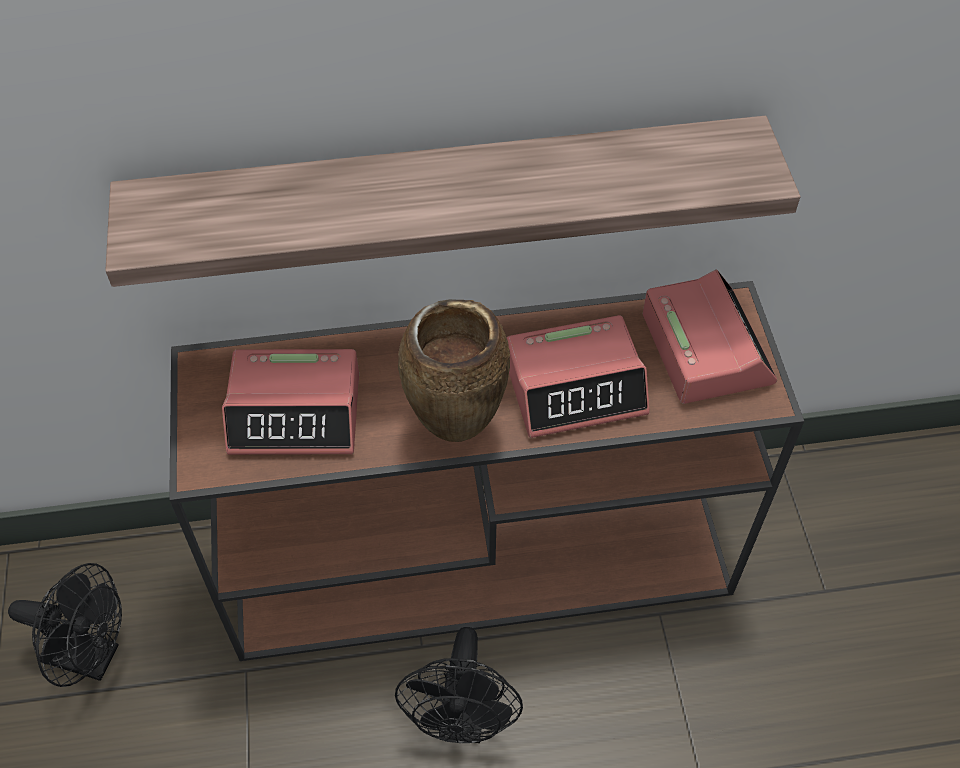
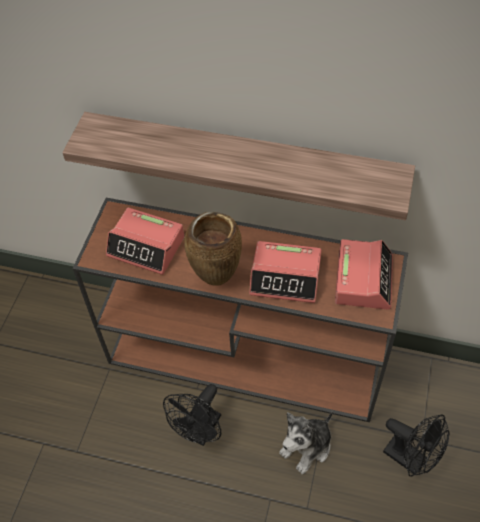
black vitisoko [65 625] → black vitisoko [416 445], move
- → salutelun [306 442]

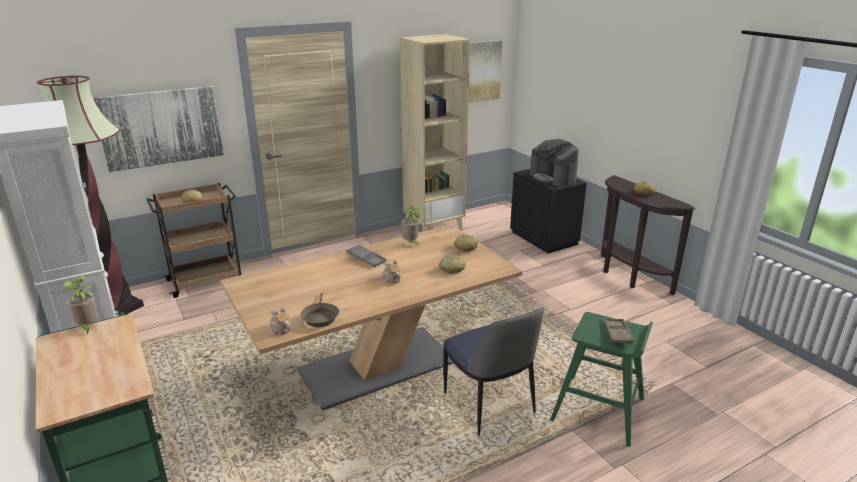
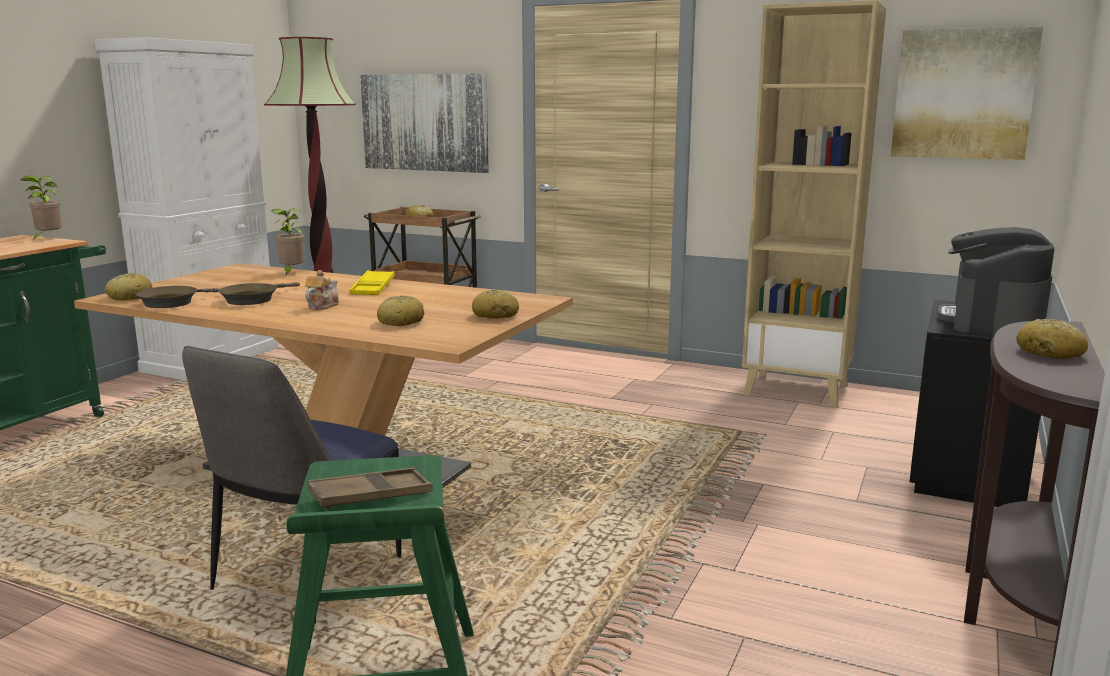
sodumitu [280 321] → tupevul [129 287]
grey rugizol [366 256] → yellow rugizol [372 282]
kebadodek [410 225] → kebadodek [287 241], move
- → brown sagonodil [259 293]

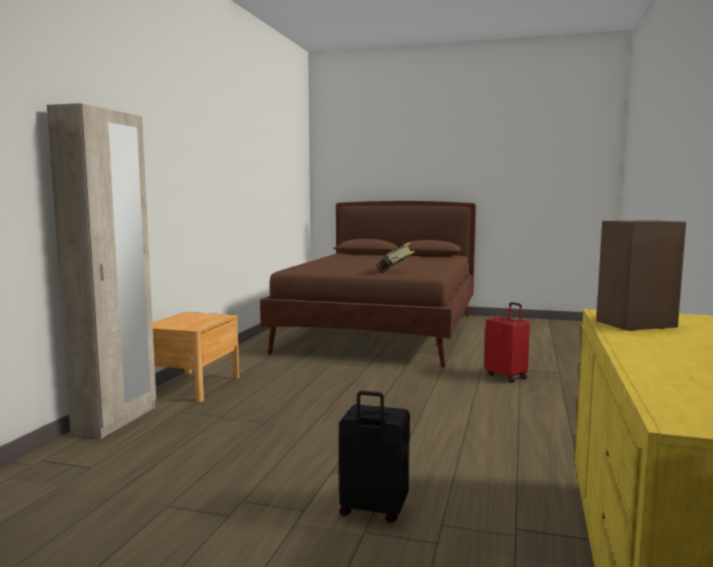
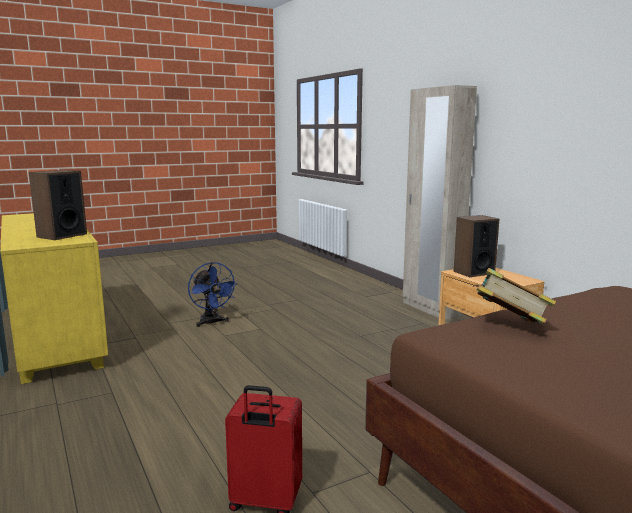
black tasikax [374 457] → blue vitisoko [213 294]
- → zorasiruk [476 246]

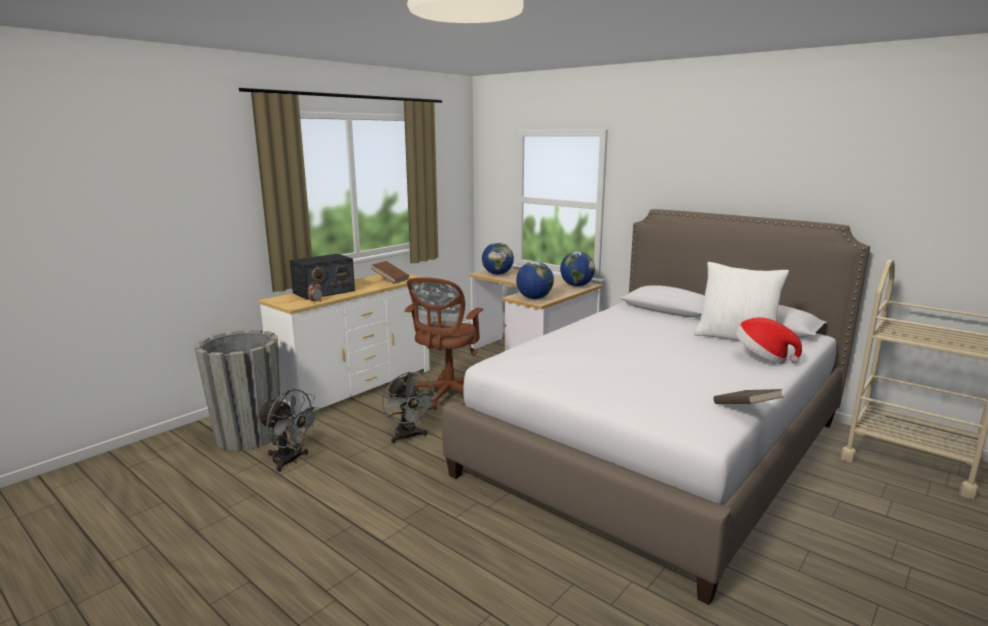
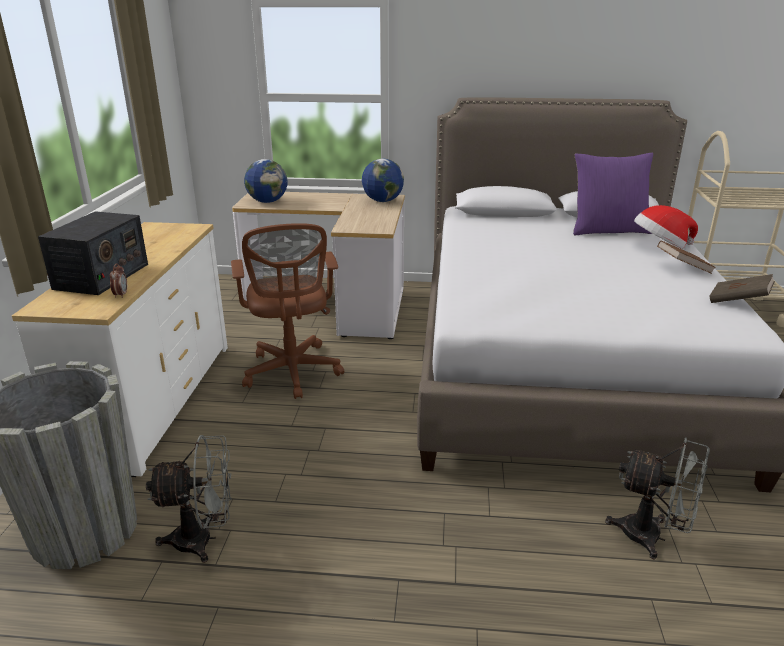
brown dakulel [390 272] → brown dakulel [686 257], move
grey vitisoko [410 407] → grey vitisoko [657 498], move
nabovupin [535 280] → -
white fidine [741 301] → purple fidine [613 194]

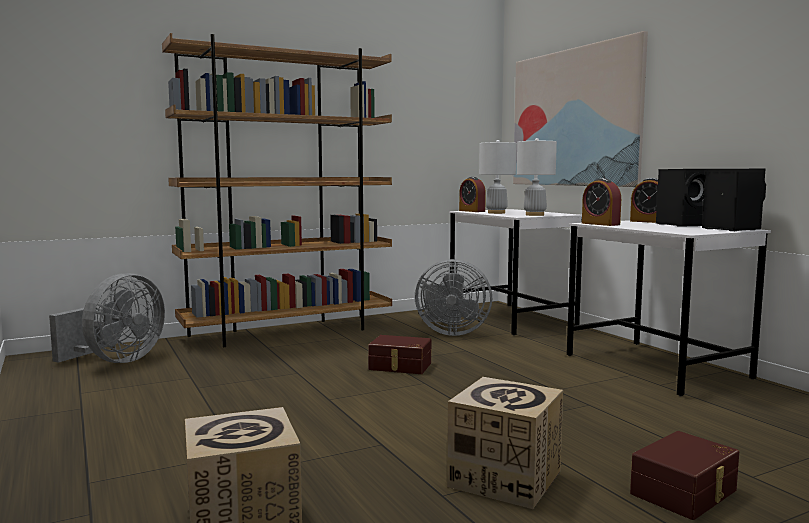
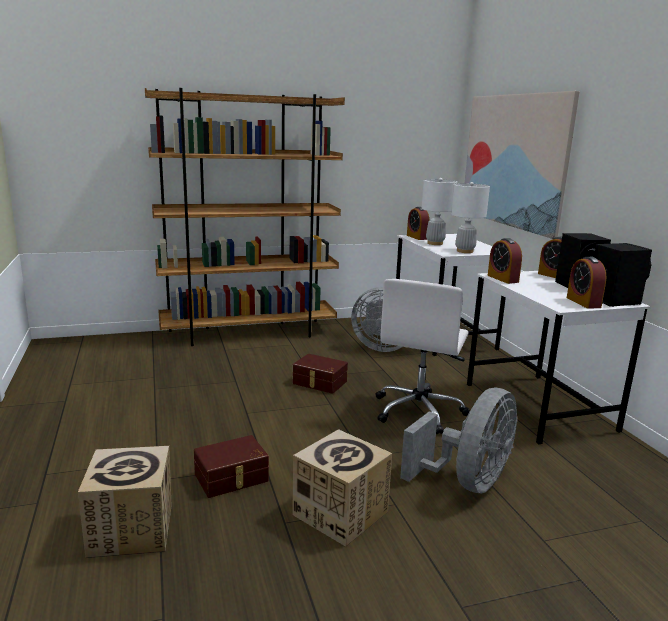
grey vitisoko [107 318] → grey vitisoko [458 440], move
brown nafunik [684 475] → brown nafunik [231 466], move
- → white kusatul [423 356]
- → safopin [586 283]

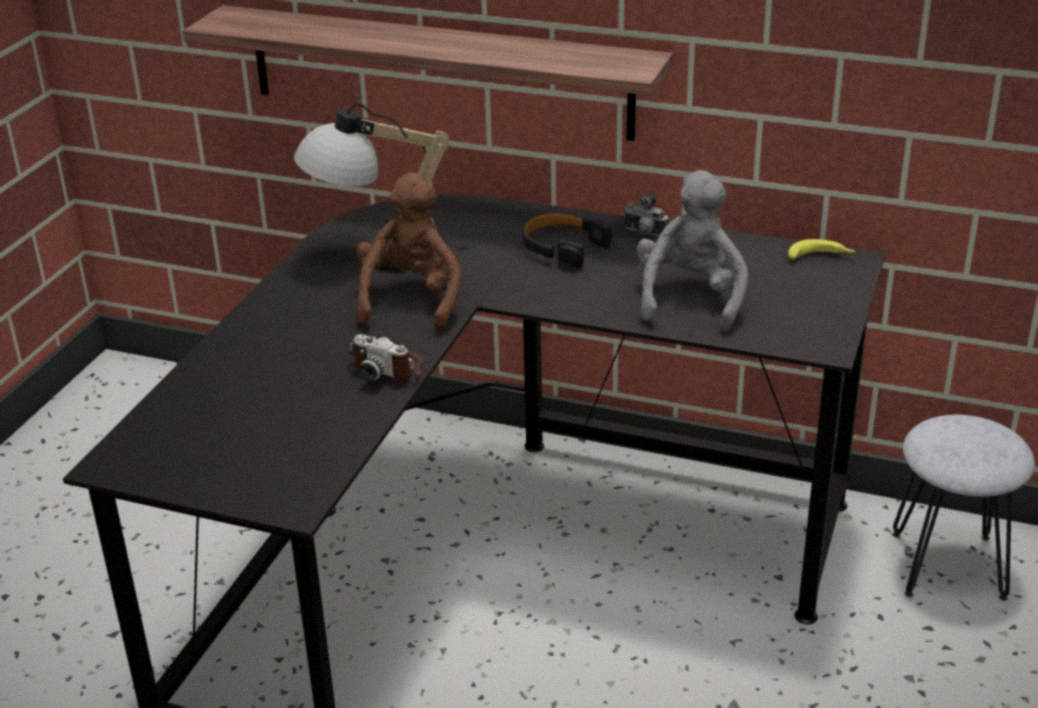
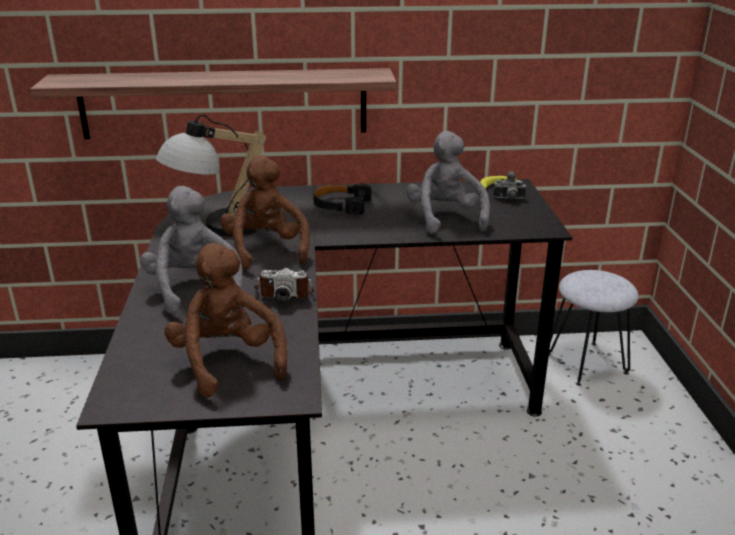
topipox [646 215] → topipox [509 185], move
- → grey salutelun [191 250]
- → brown salutelun [226 320]

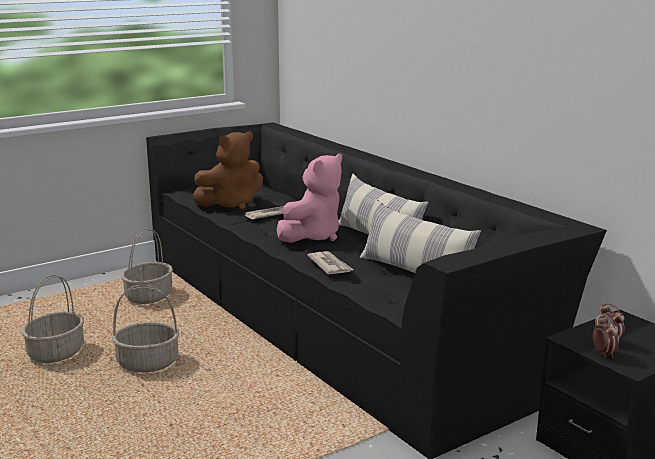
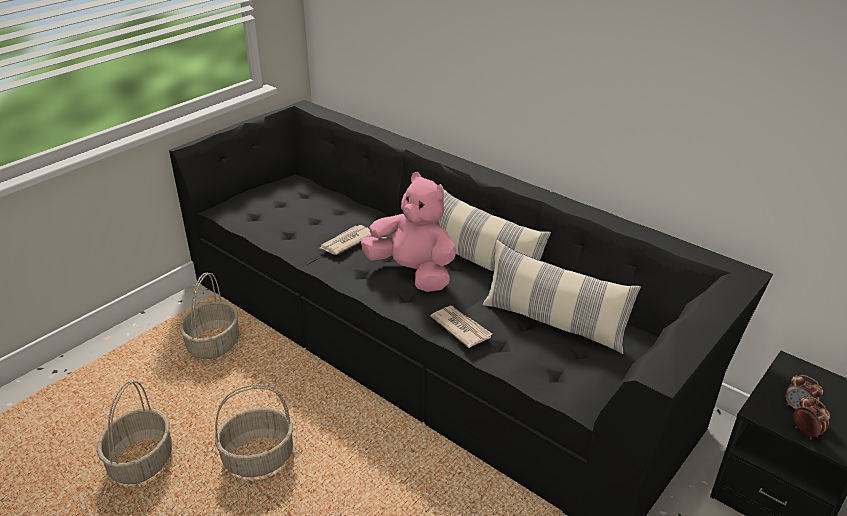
brown salutelun [228 171] → -
pink salutelun [309 198] → pink salutelun [408 232], 75 degrees counterclockwise

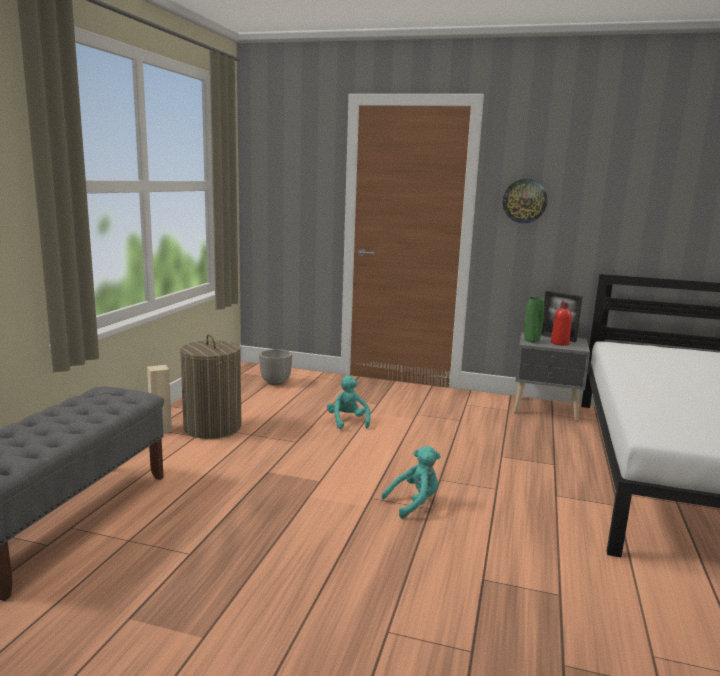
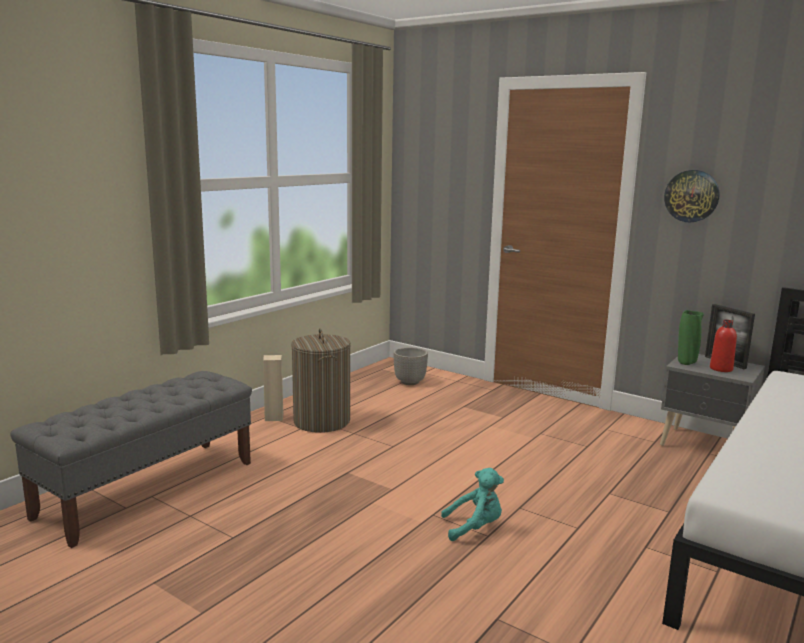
turquoise salutelun [349 402] → -

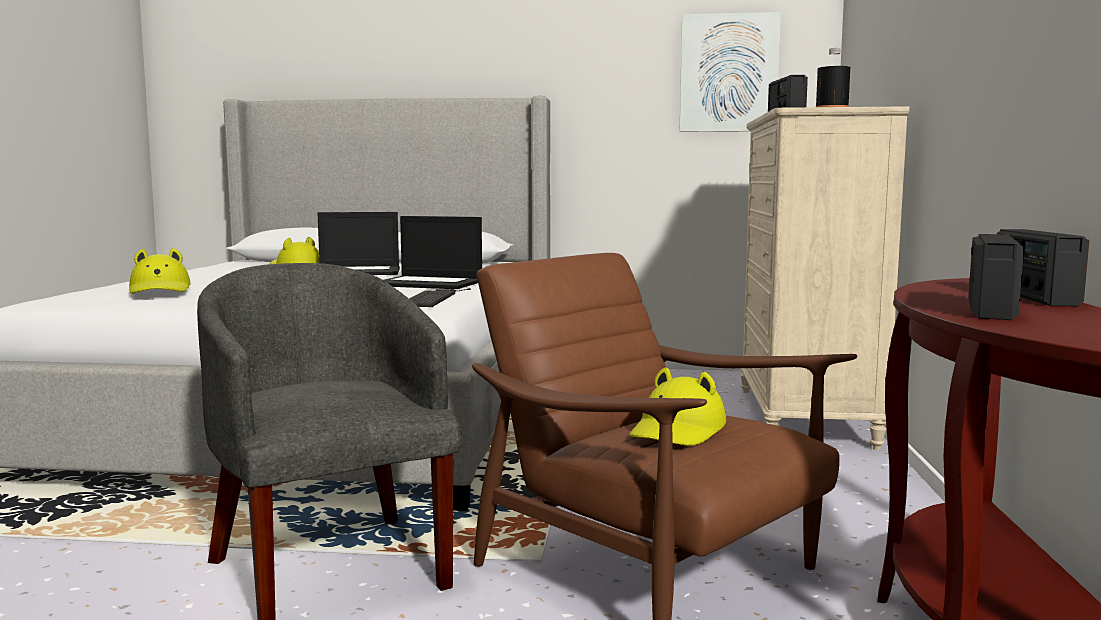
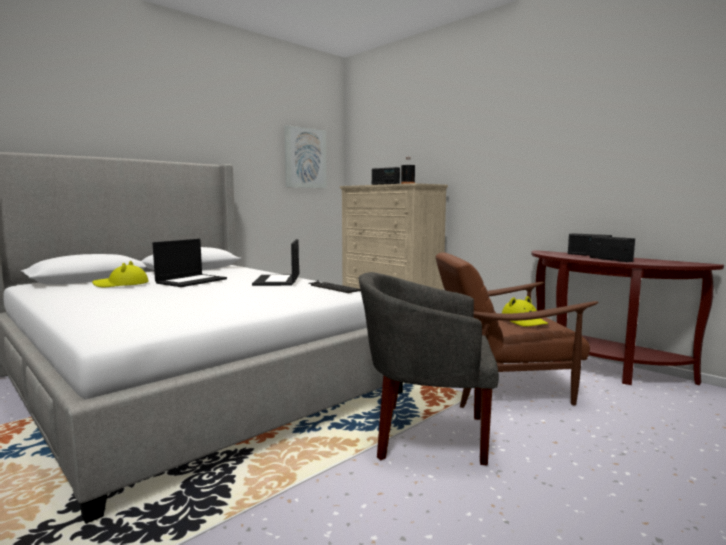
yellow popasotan [160 271] → -
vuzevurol [433 252] → vuzevurol [275 262], 120 degrees clockwise

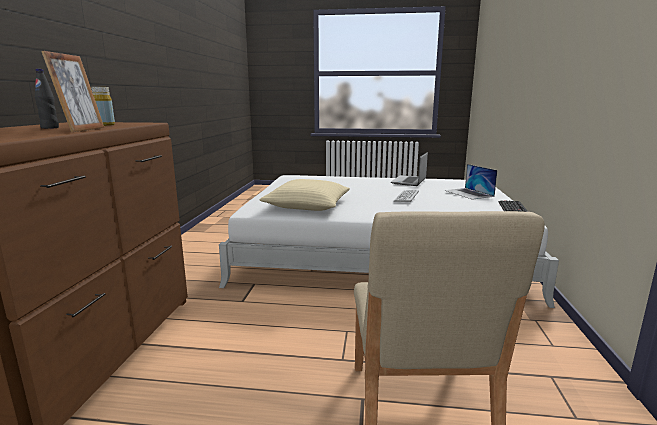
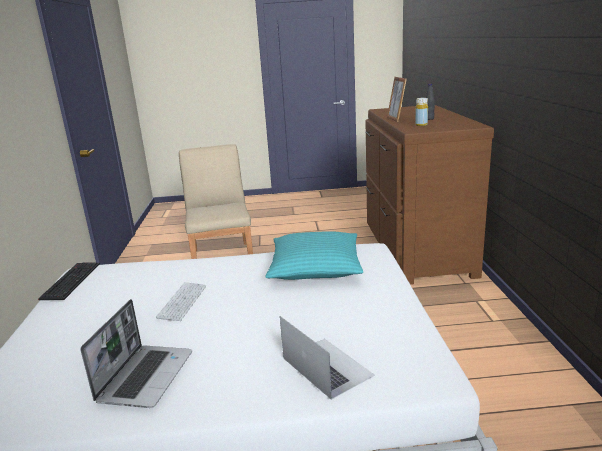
beige fidine [304 195] → turquoise fidine [314 256]
vuzevurol [471 182] → vuzevurol [327 358], move

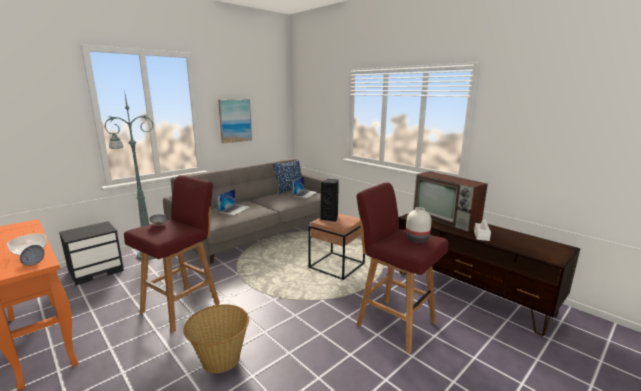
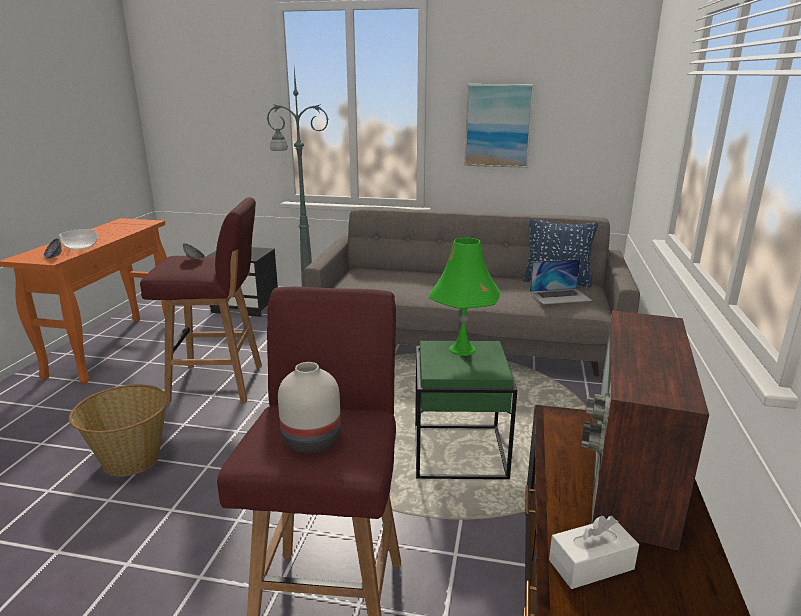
vuzevurol [233 202] → -
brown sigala [336 246] → green sigala [466 410]
black zorasiruk [330 200] → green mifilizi [464 297]

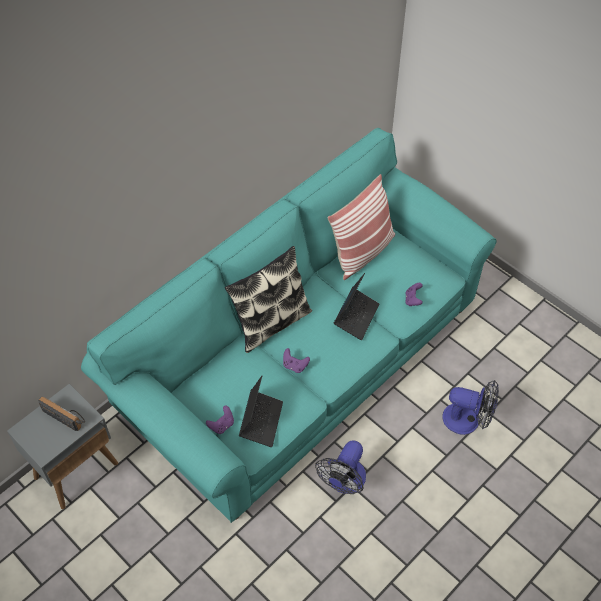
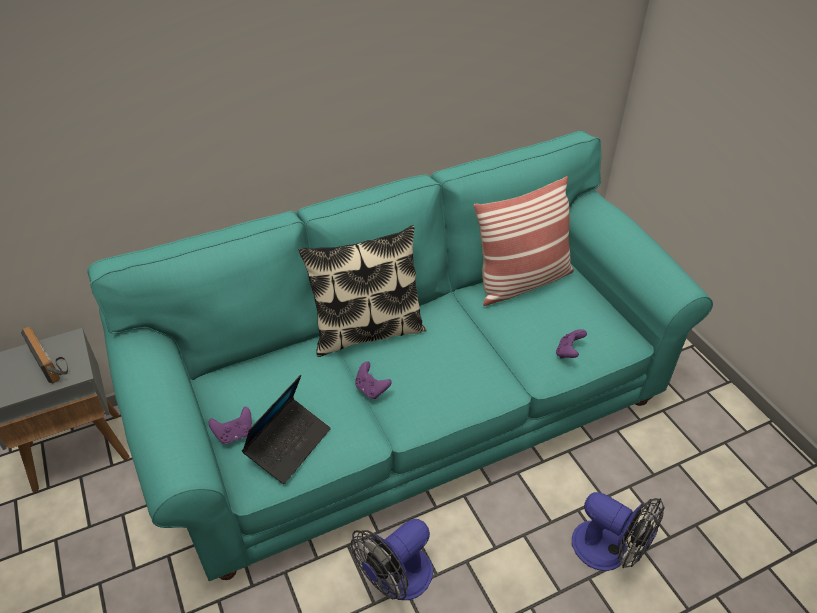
vuzevurol [357 306] → -

